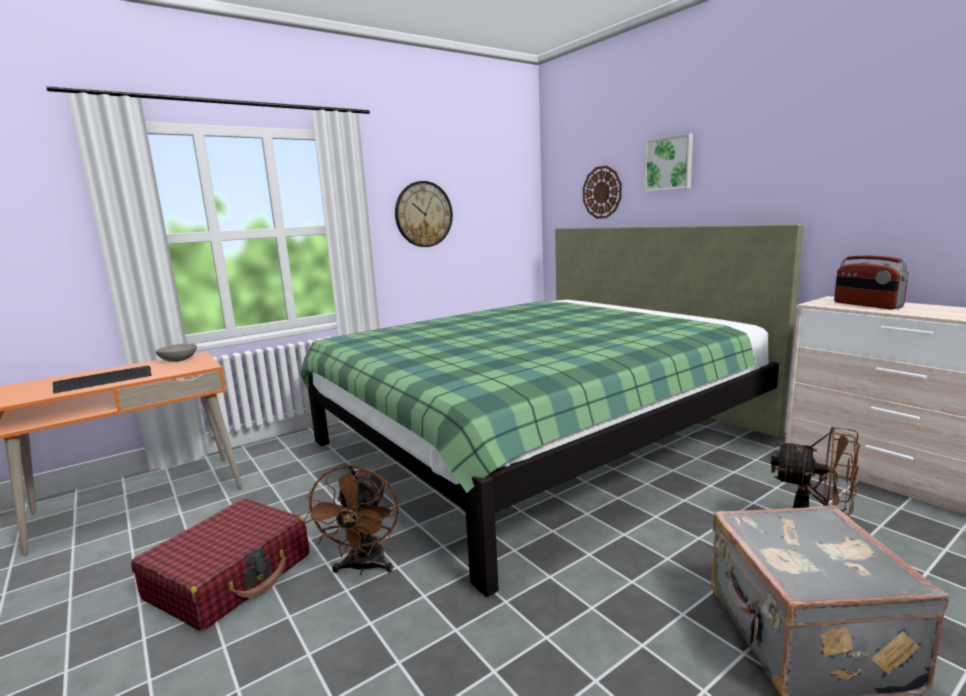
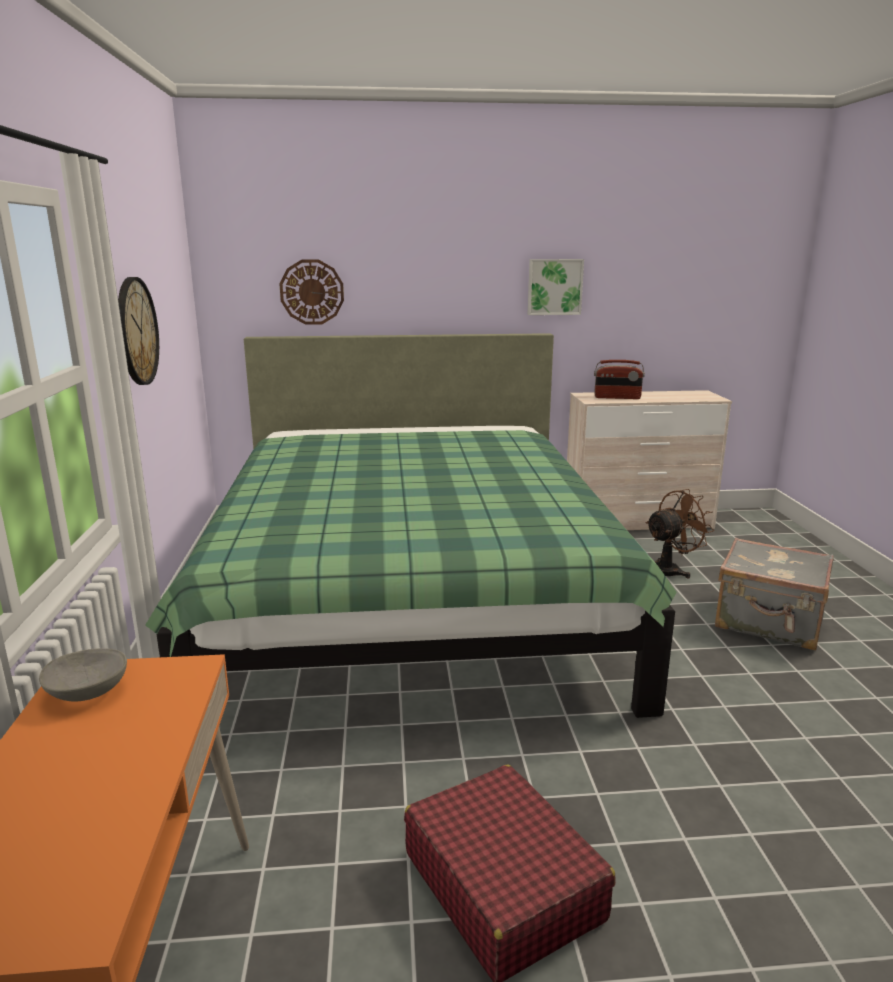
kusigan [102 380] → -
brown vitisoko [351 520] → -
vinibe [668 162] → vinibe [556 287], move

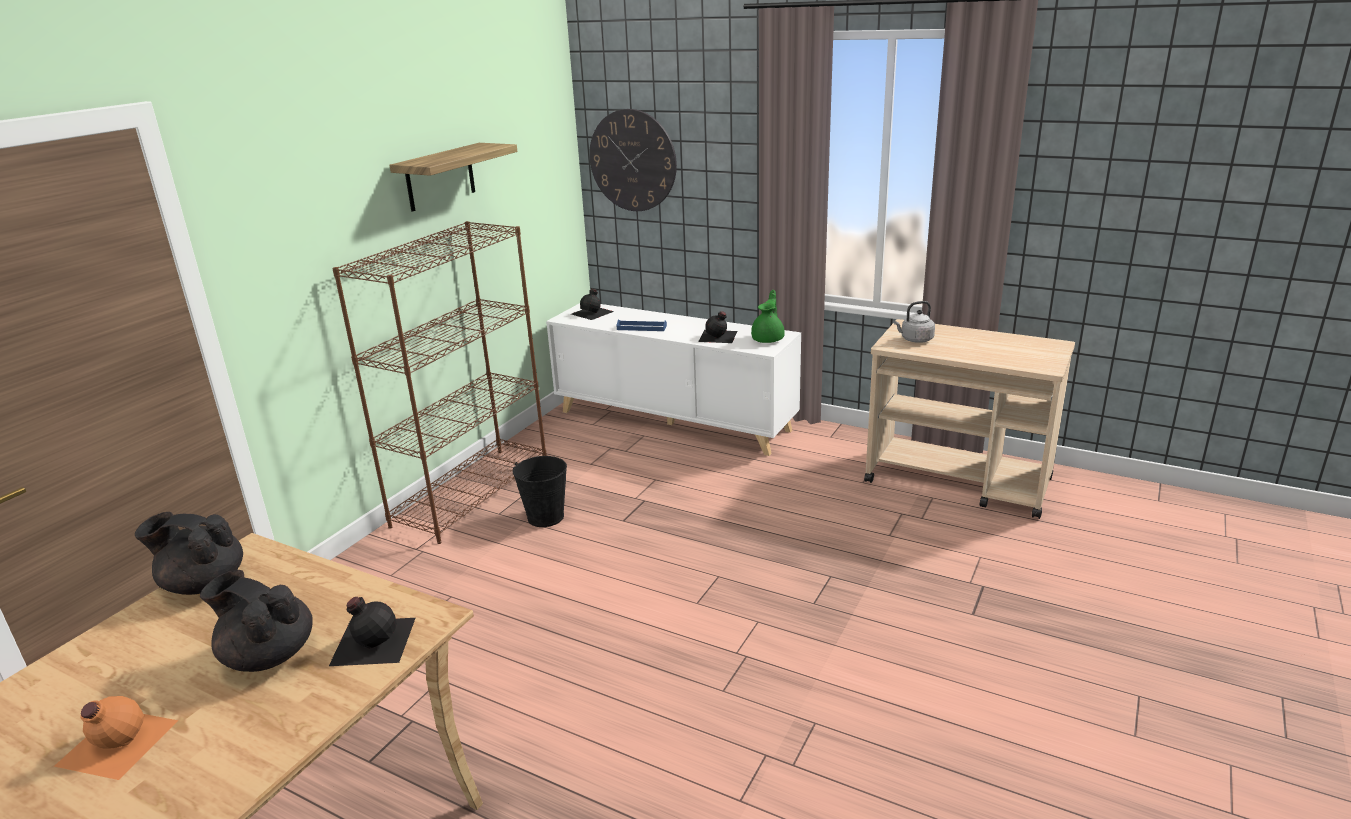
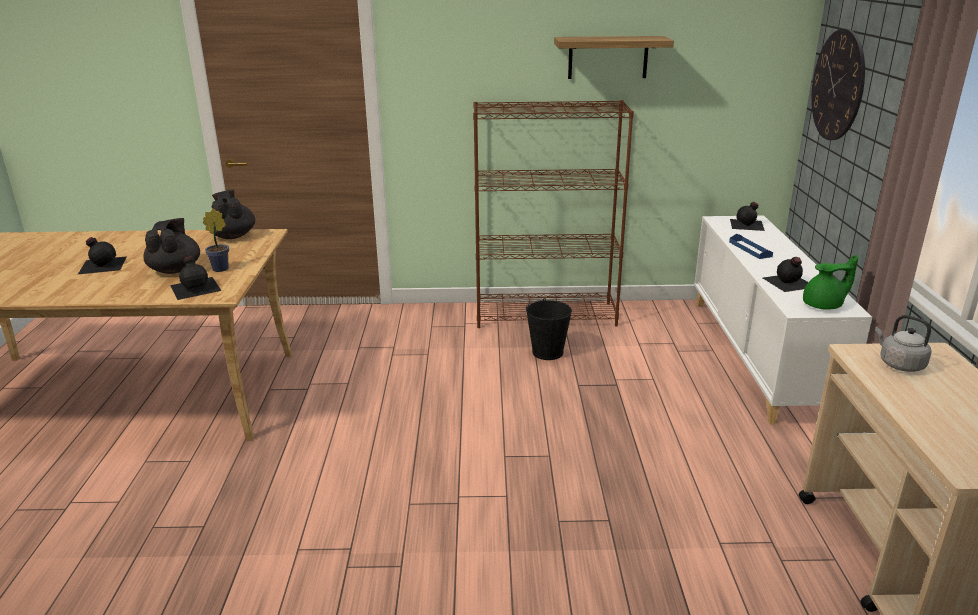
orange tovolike [116 738] → black tovolike [102 255]
- → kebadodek [216 240]

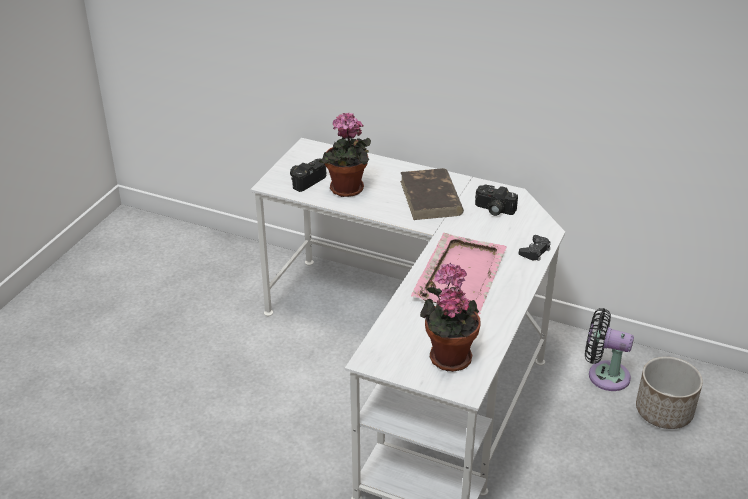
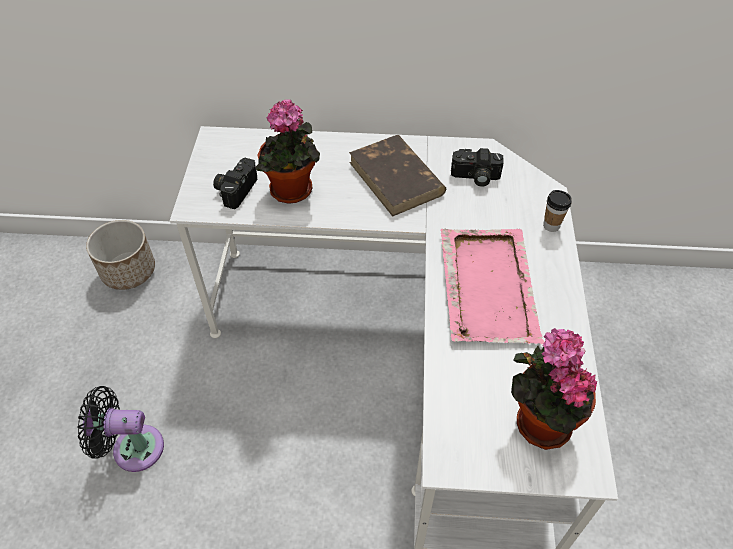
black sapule [535 248] → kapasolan [557 211]
black vitisoko [609 349] → black vitisoko [120 429], move
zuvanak [669 393] → zuvanak [120 255], move

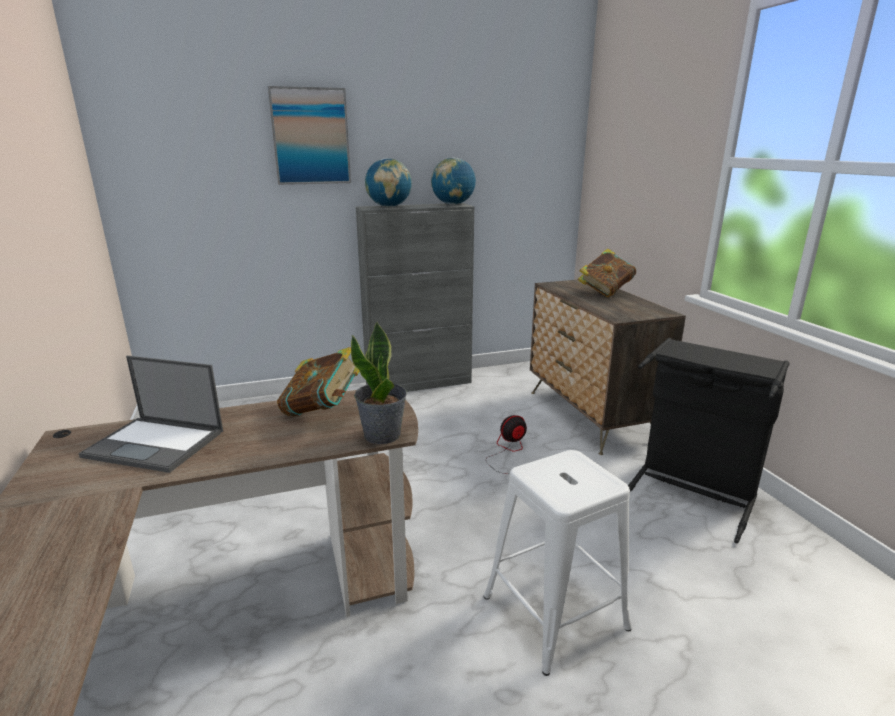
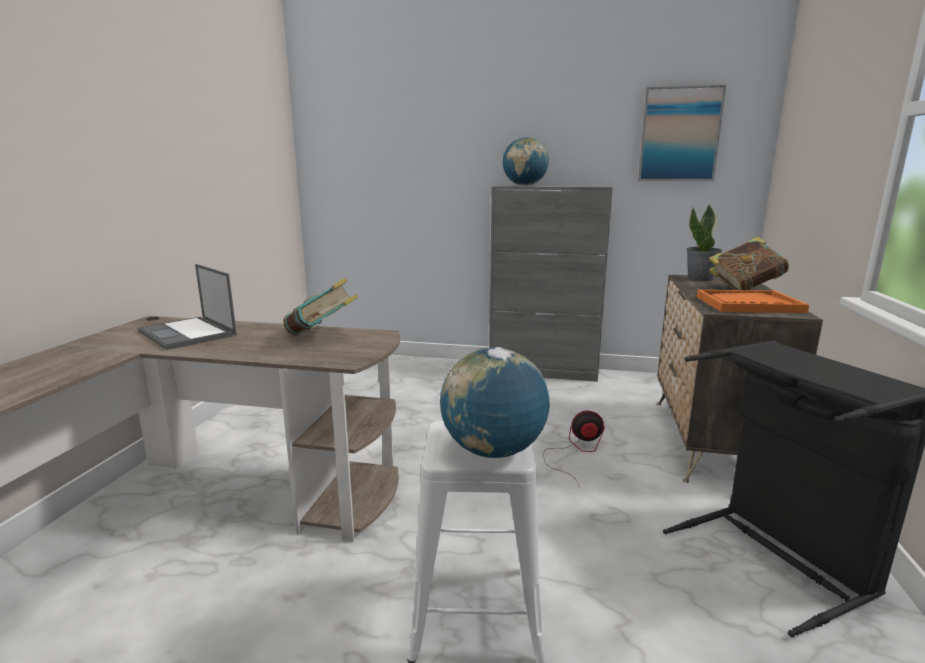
vinibe [309 135] → vinibe [682 133], move
kebadodek [379 382] → kebadodek [704 242], move
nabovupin [453 181] → nabovupin [495 402], move
- → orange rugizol [753 301]

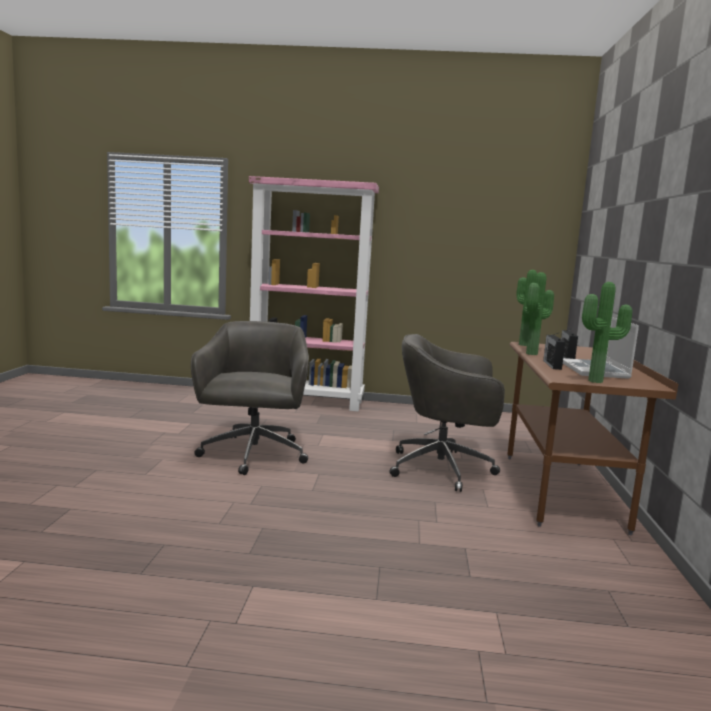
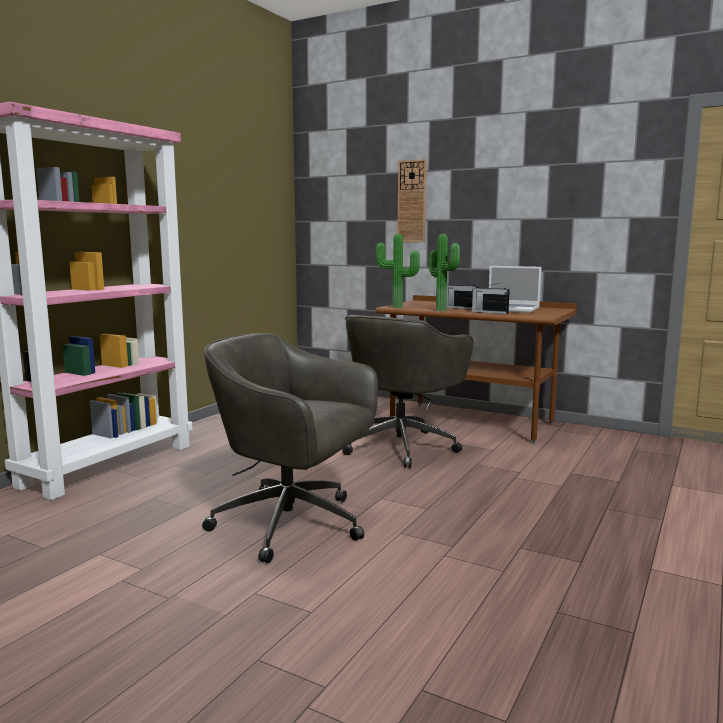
kebadodek [607 332] → -
- → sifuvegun [412 200]

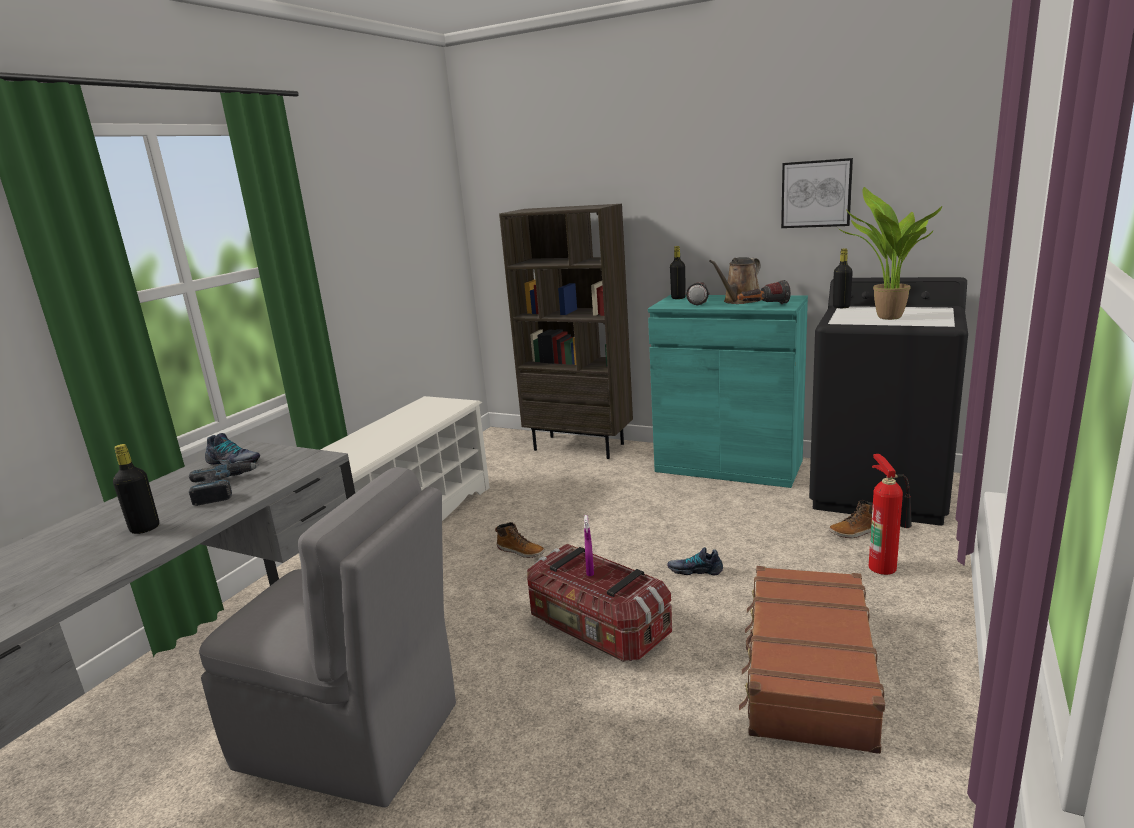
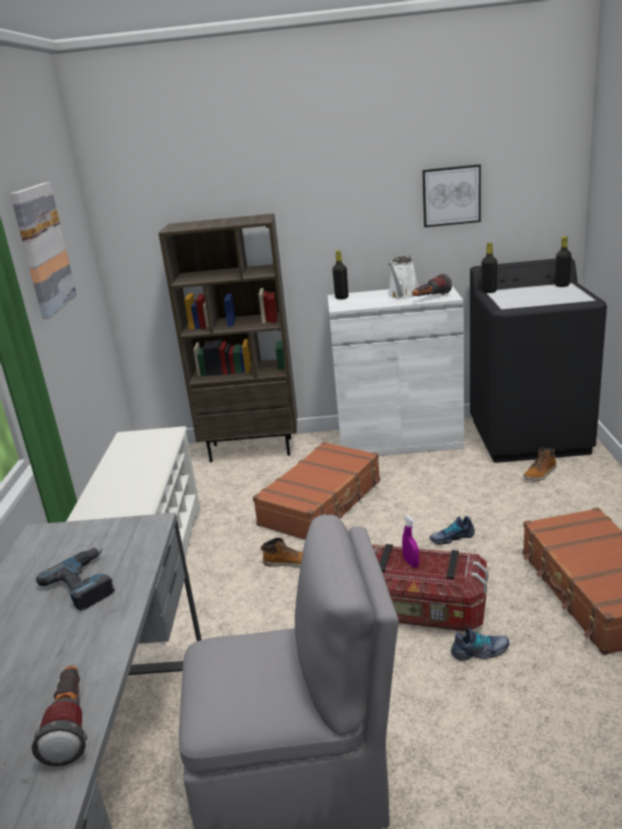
black tovolike [136 489] → black tovolike [563 261], move
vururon [232 449] → vururon [480 644], move
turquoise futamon [728 391] → white futamon [396 371]
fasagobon [697 294] → fasagobon [59 715], move
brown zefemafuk [735 280] → white zefemafuk [402 277]
kebadodek [890 253] → -
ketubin [890 514] → -
- → vinibe [43 250]
- → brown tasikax [316 491]

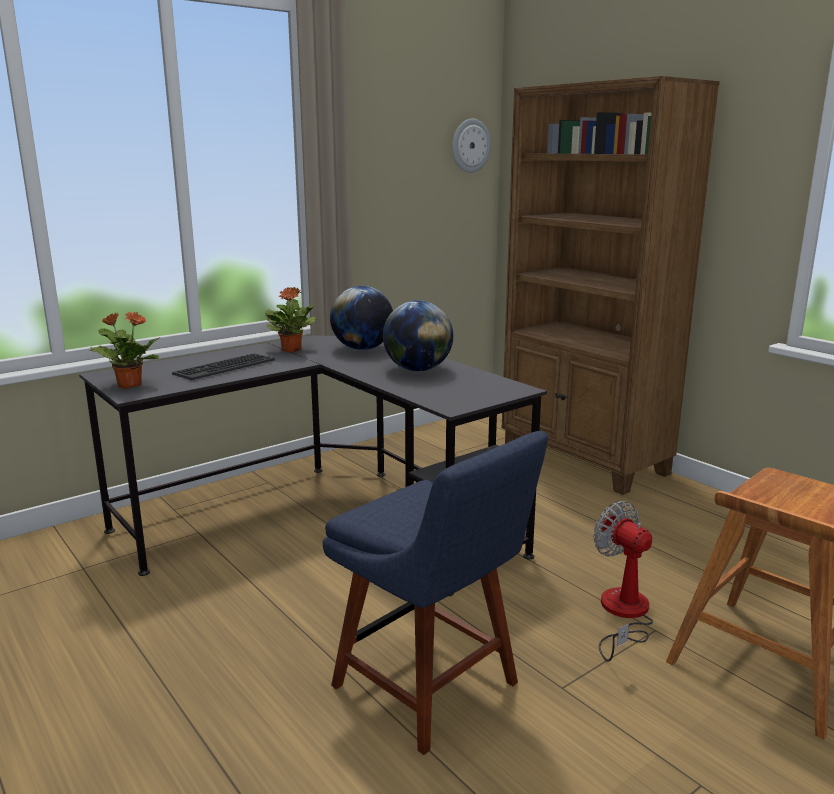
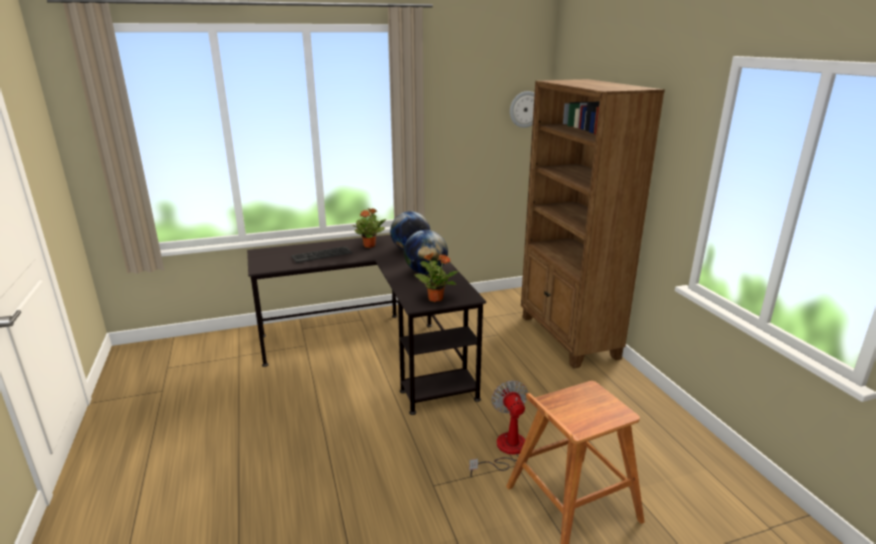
kebadodek [125 350] → kebadodek [436 277], move
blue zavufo [435 593] → -

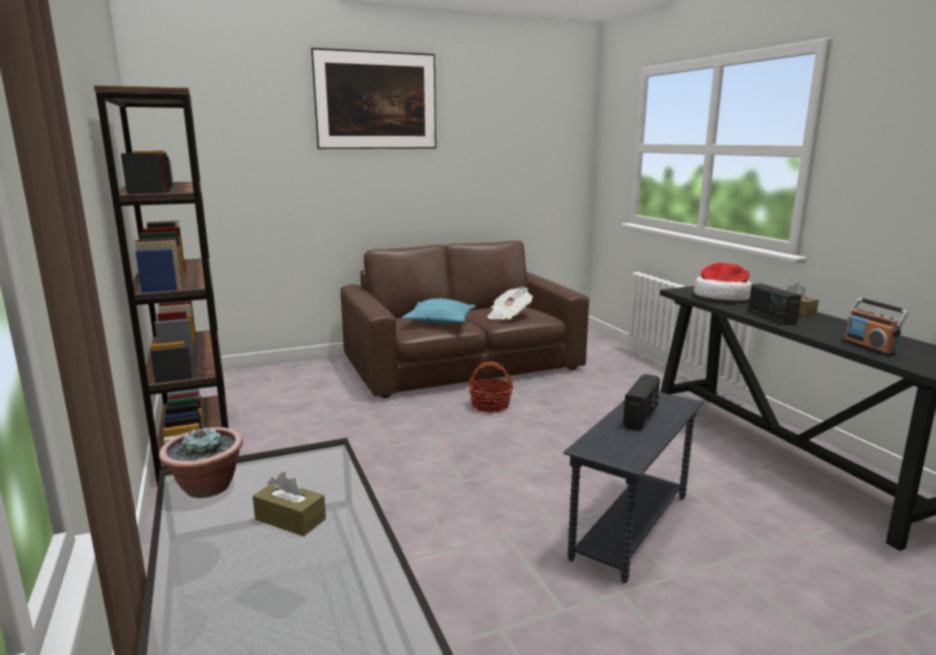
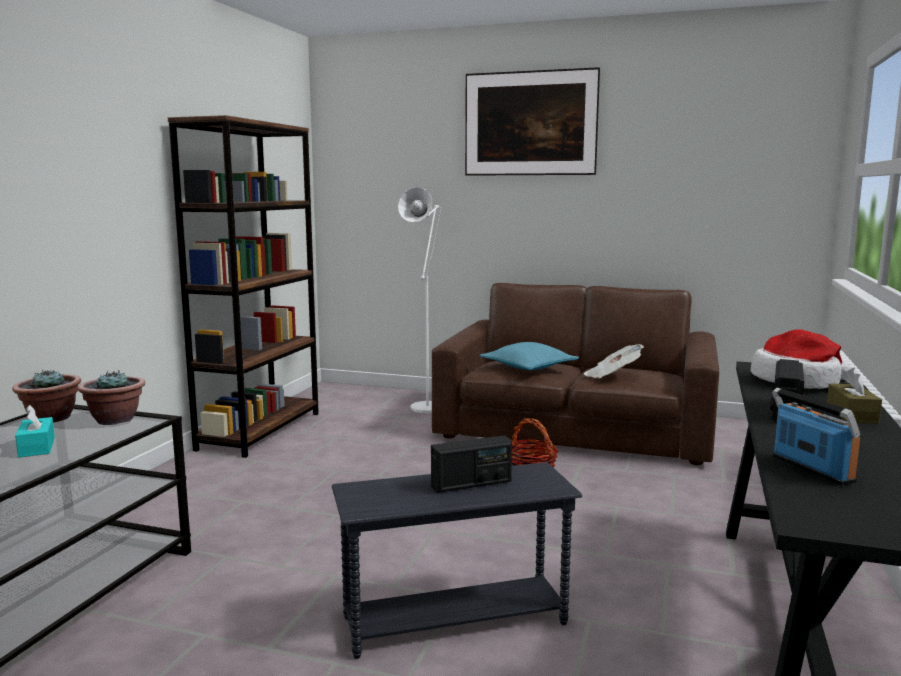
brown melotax [289 504] → turquoise melotax [35 431]
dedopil [876 326] → dedopil [816 437], 135 degrees clockwise
- → kebadodek [111 397]
- → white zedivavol [419 300]

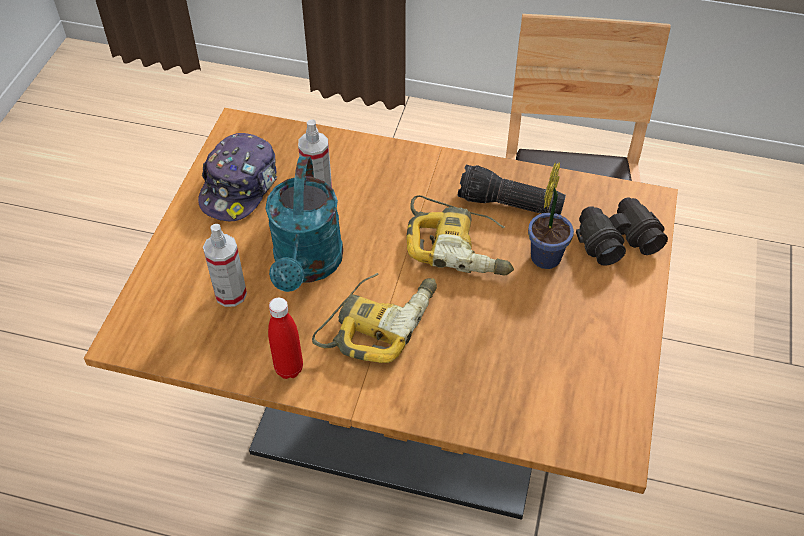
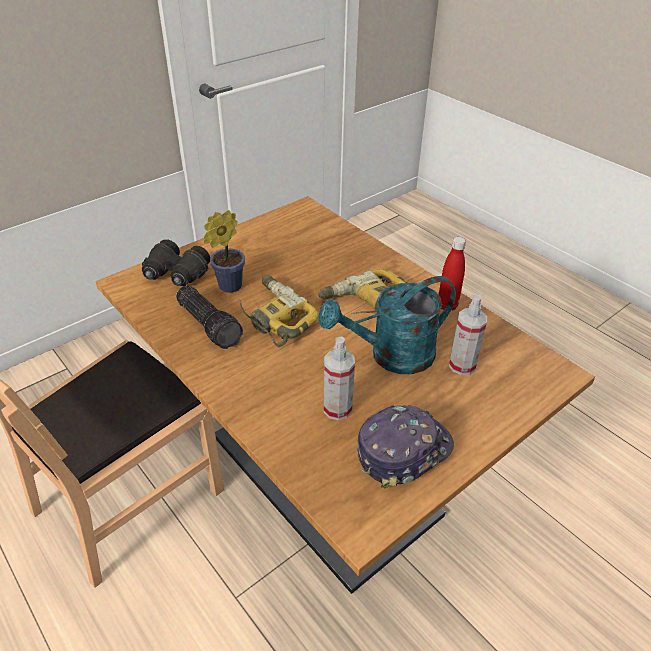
turquoise zefemafuk [304 224] → turquoise zefemafuk [387 325], 150 degrees counterclockwise

